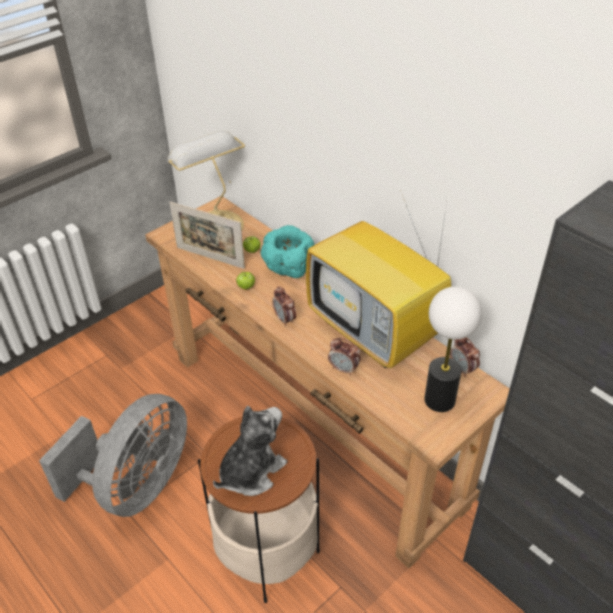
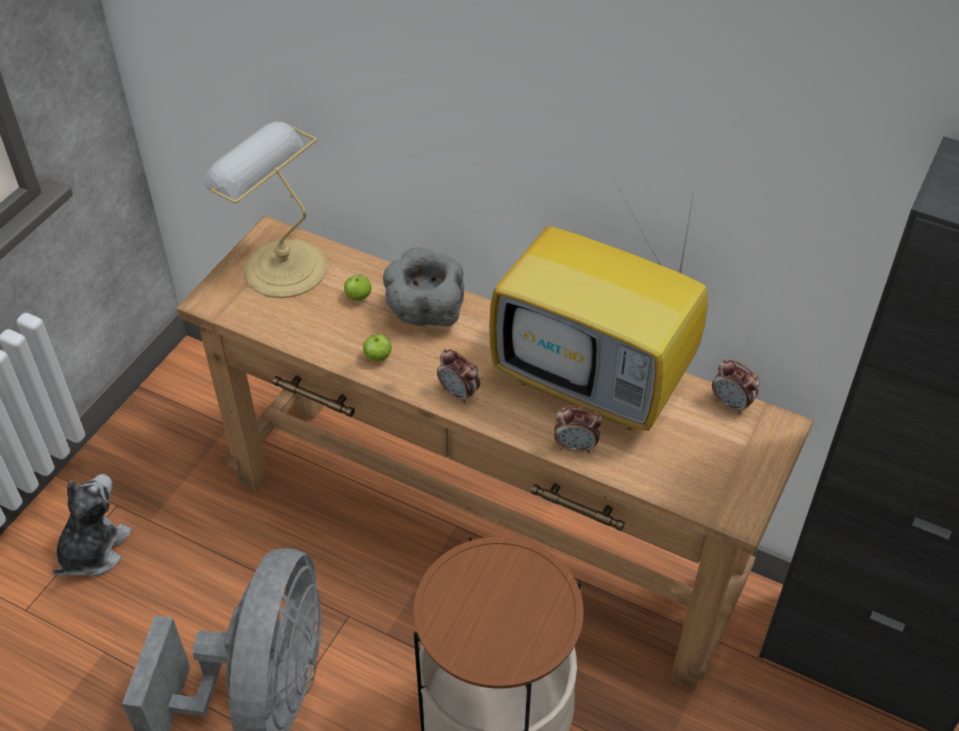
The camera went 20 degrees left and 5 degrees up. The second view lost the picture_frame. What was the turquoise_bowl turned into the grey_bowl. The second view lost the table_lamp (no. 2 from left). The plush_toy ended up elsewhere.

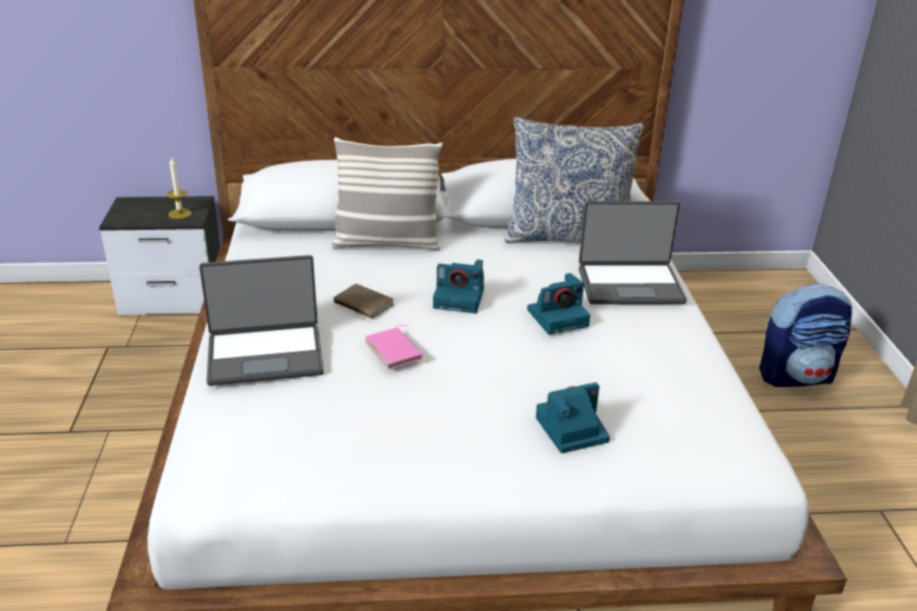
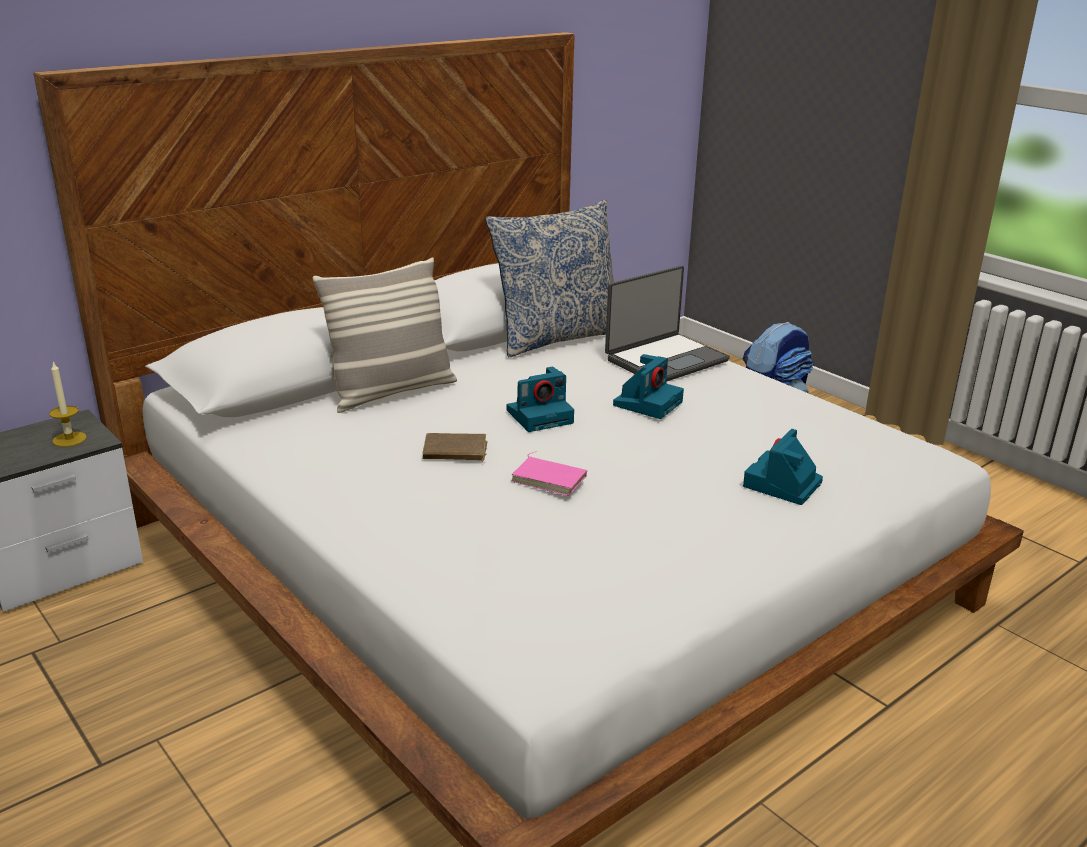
The camera went 35 degrees left and 5 degrees down. The second view lost the laptop (no. 1 from left).

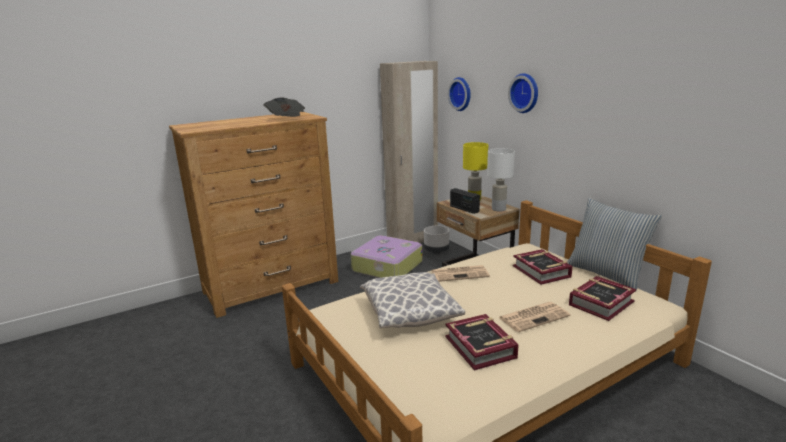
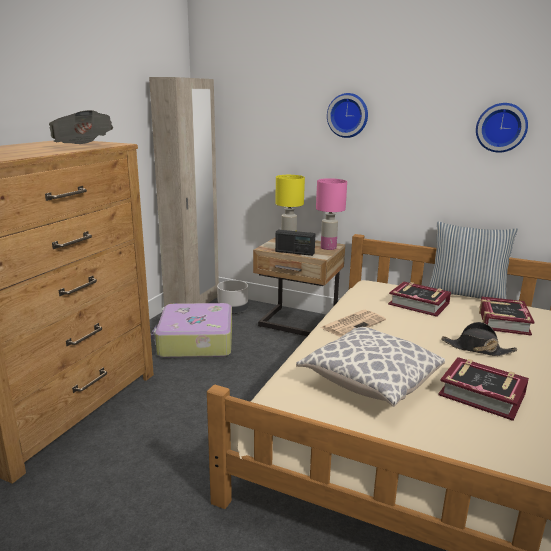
The camera went 35 degrees left and 0 degrees up. The wall_clock (no. 1 from left in the first image) ended up elsewhere. What was the white_table_lamp turned into the pink_table_lamp. Where the newspaper (no. 3 from left) stood, the black_hat came to stand.

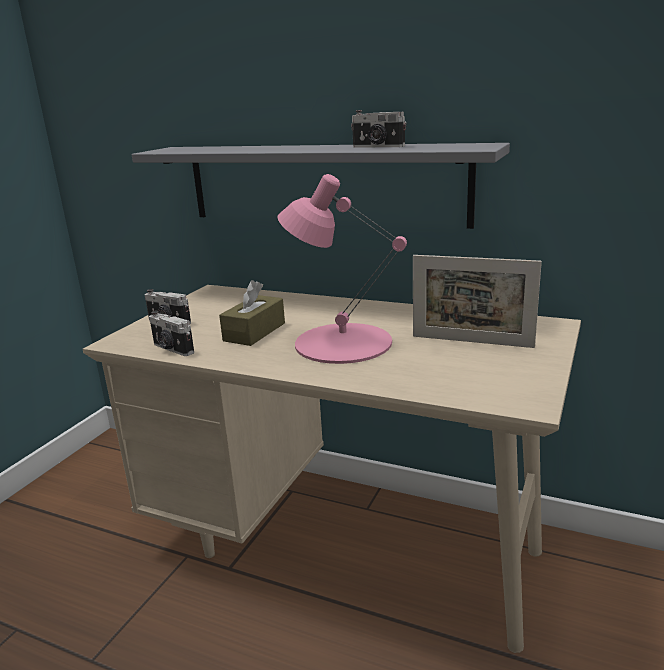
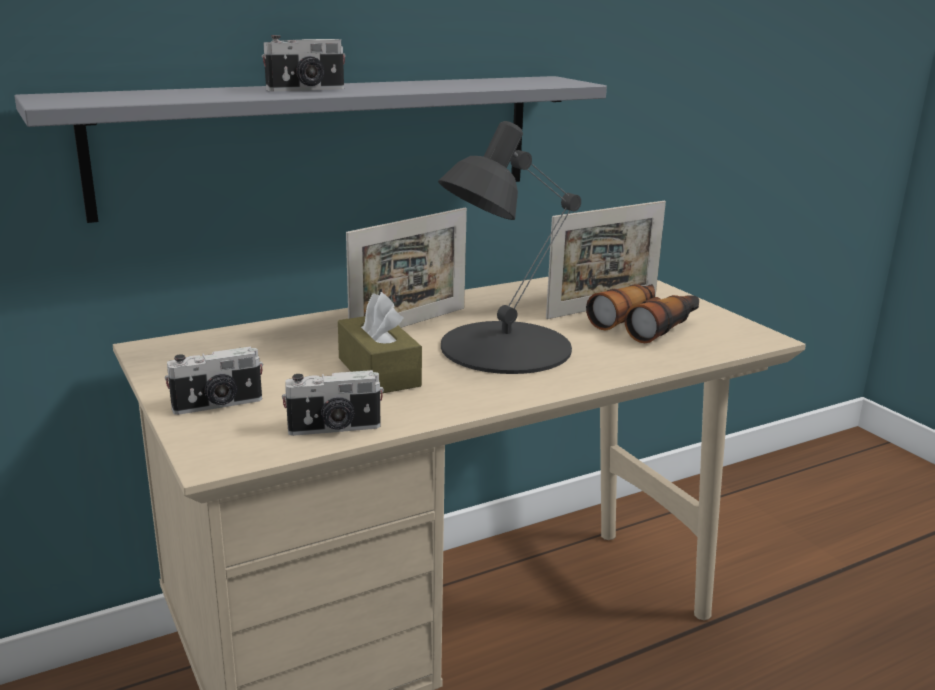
The camera went 55 degrees left and 0 degrees up. The photo_camera (no. 3 from left in the first image) ended up elsewhere. What was the pink_table_lamp turned into the black_table_lamp. The second view gained the picture_frame (no. 1 from left). The second view gained the binoculars.

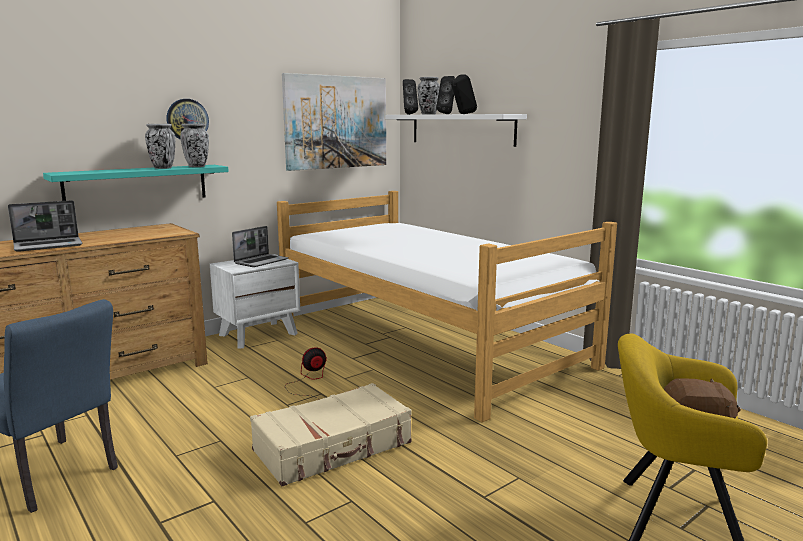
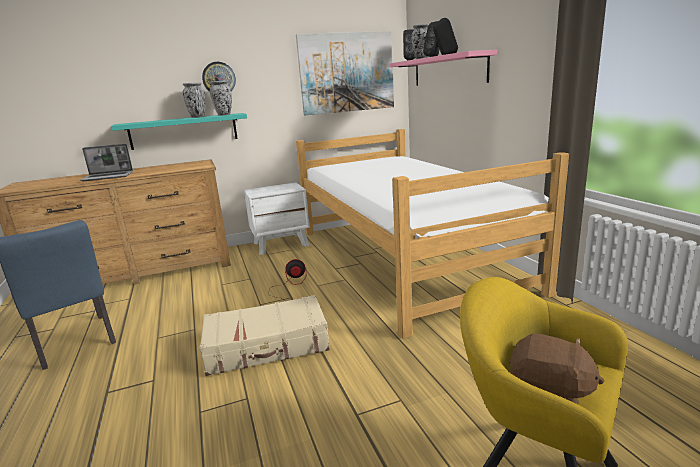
The camera went 20 degrees right and 5 degrees up. What was the white_shelf turned into the pink_shelf. The second view lost the laptop (no. 2 from left).

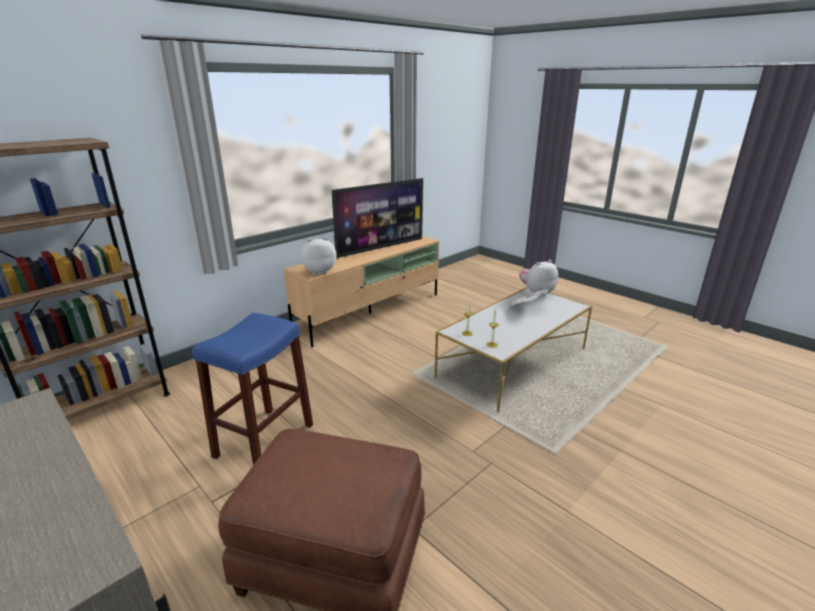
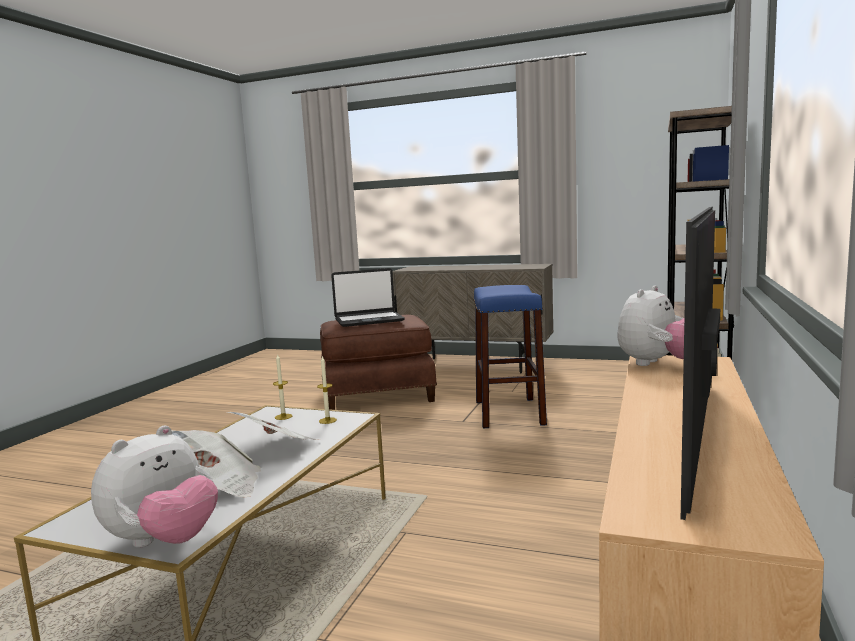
The camera went 155 degrees right and 15 degrees down. The second view gained the laptop. The second view gained the newspaper (no. 2 from left).

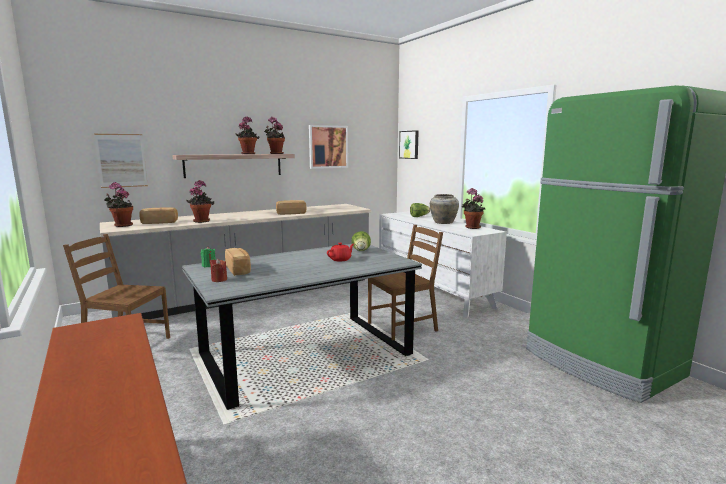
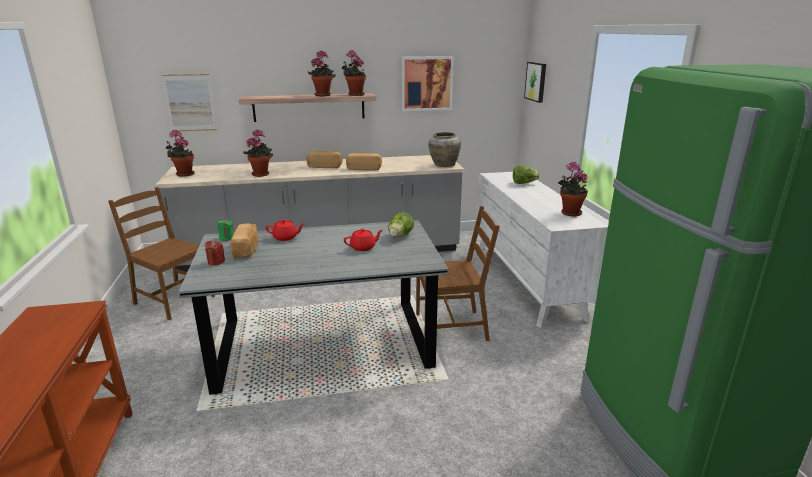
The camera went 20 degrees right and 10 degrees up. The beige_vase ended up elsewhere. The bread (no. 1 from left in the first image) ended up elsewhere. The second view gained the red_teapot (no. 1 from left).

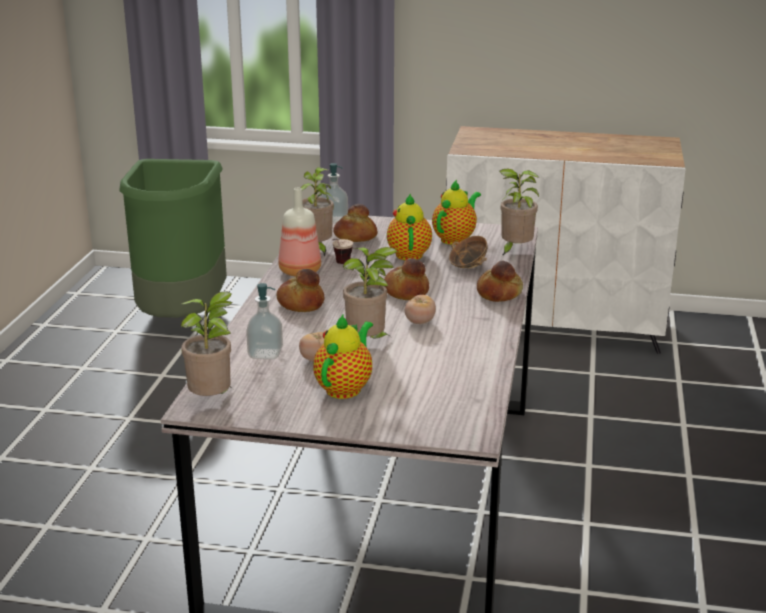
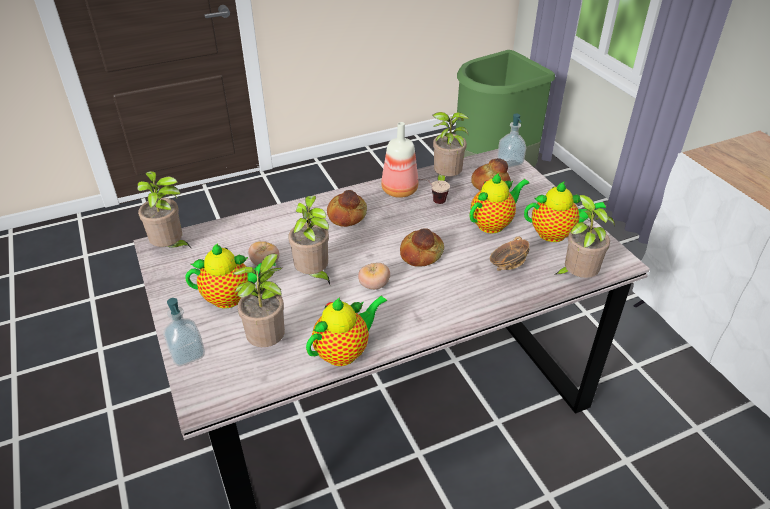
The camera went 55 degrees right and 15 degrees up. The second view lost the bread (no. 4 from left). The soap_dispenser (no. 1 from left) ended up elsewhere. The second view gained the potted_plant (no. 2 from left). The second view gained the teapot (no. 2 from left).

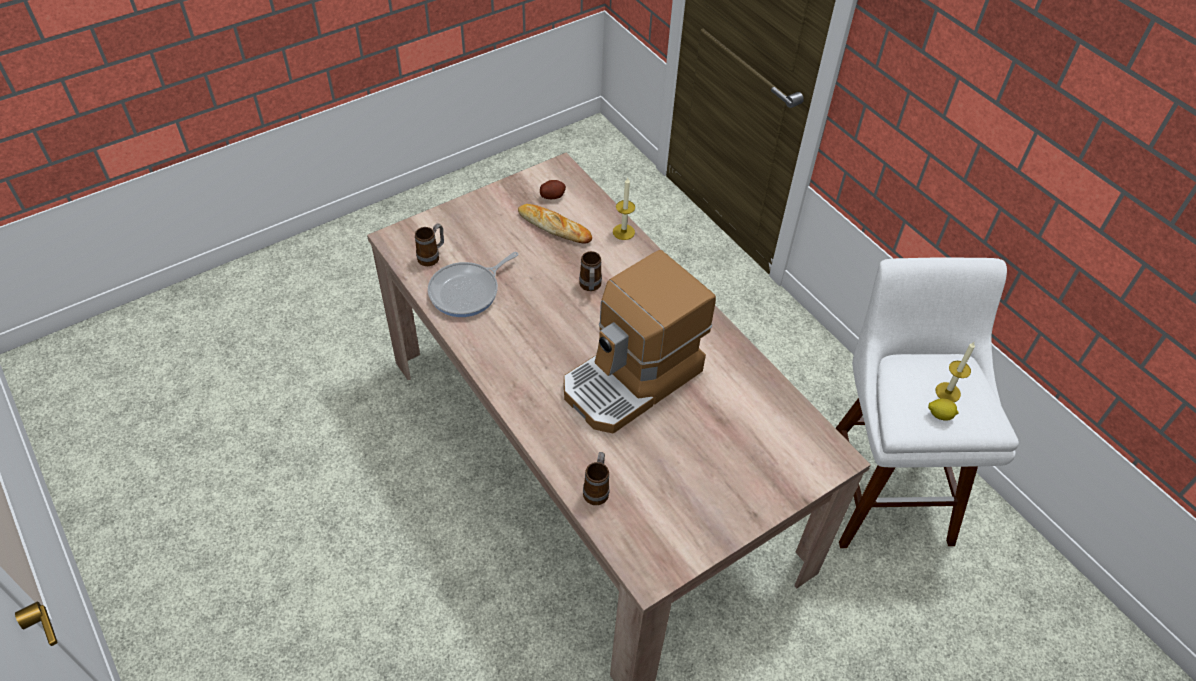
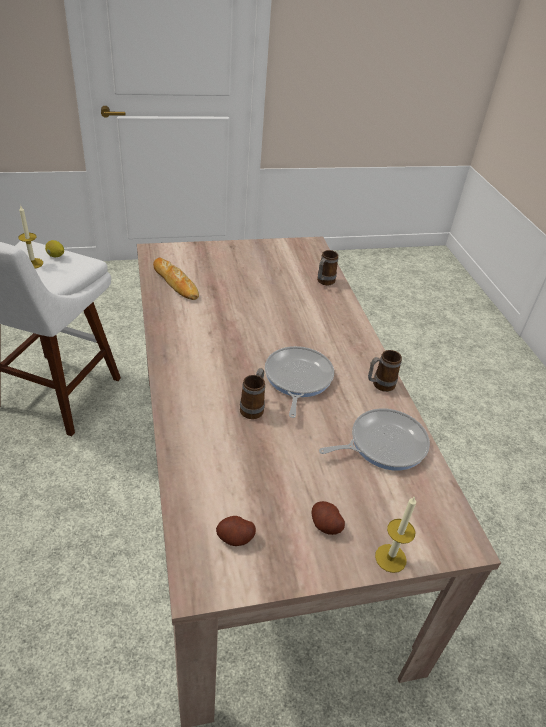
The camera went 160 degrees left and 10 degrees down. The candle (no. 1 from left in the first image) ended up elsewhere. The bread ended up elsewhere. The mug (no. 1 from left in the first image) ended up elsewhere. The second view lost the coffee_machine. The second view gained the frying_pan (no. 1 from left). The second view gained the potato (no. 2 from left).

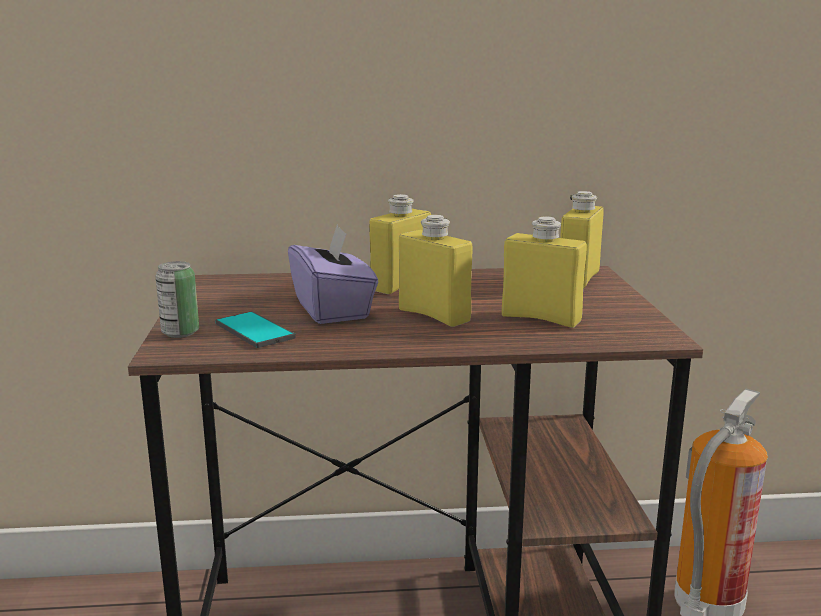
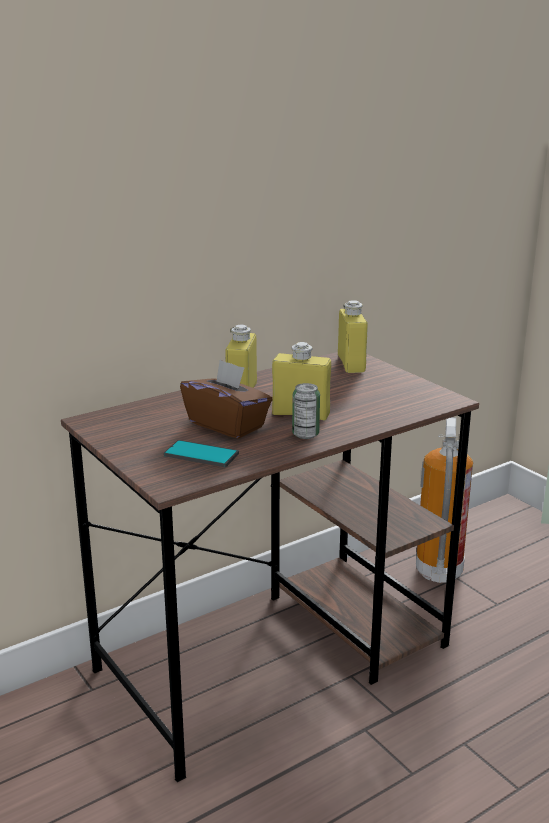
The camera went 30 degrees left and 5 degrees up. The second view lost the yellow_bottle (no. 3 from left). What was the purple_tissue_box turned into the brown_tissue_box. The can ended up elsewhere.

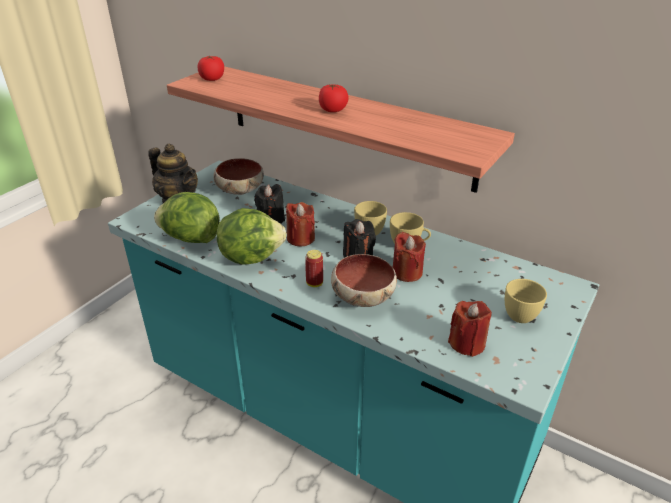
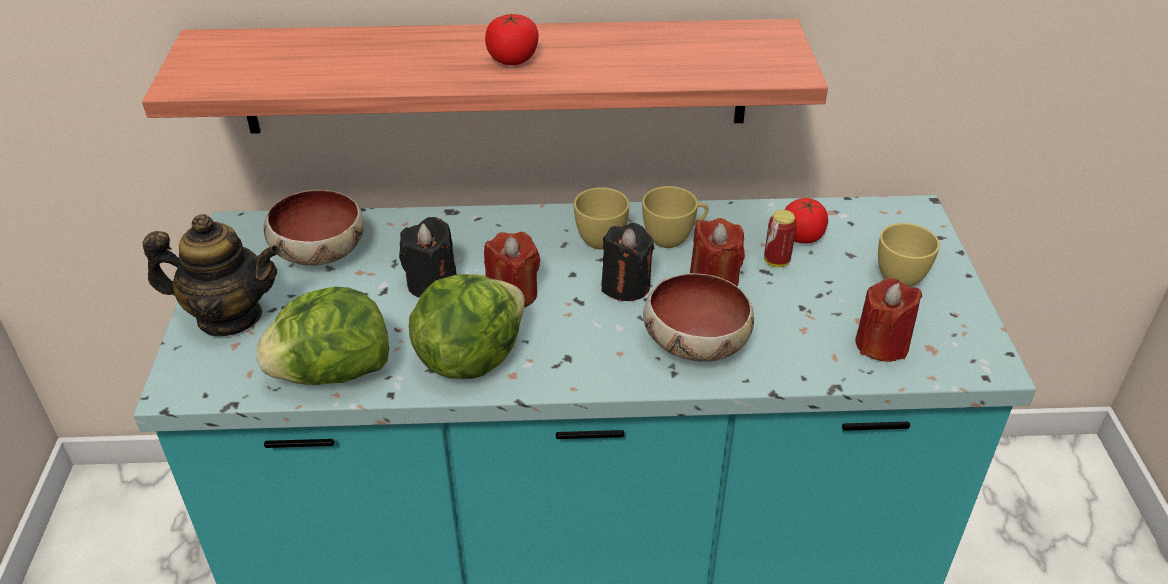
The camera went 35 degrees left and 5 degrees up. The tomato (no. 1 from left in the first image) ended up elsewhere. The can ended up elsewhere.

